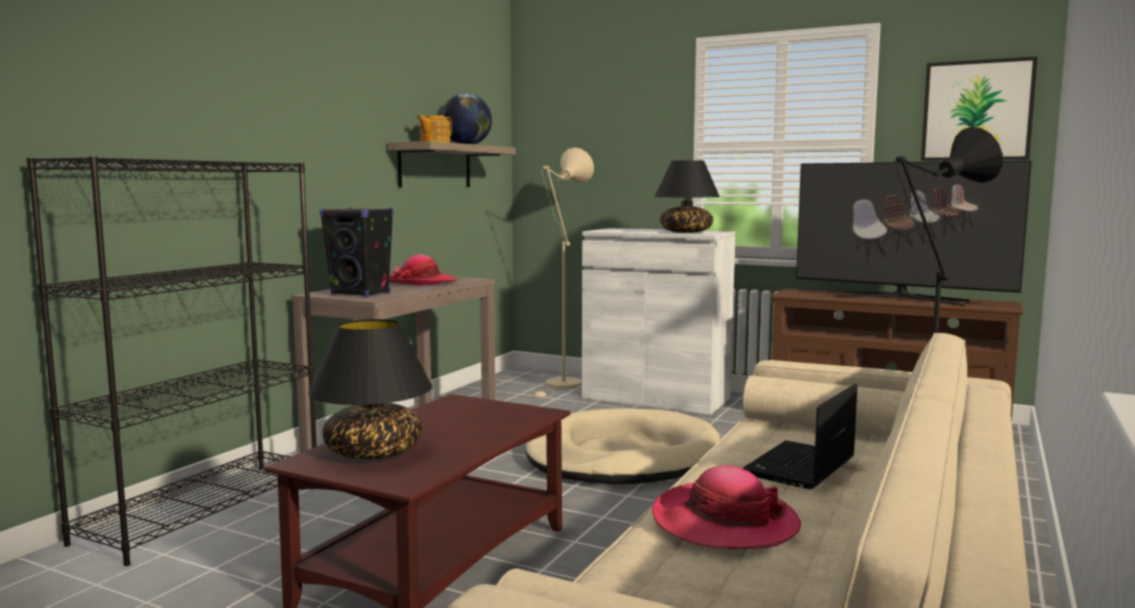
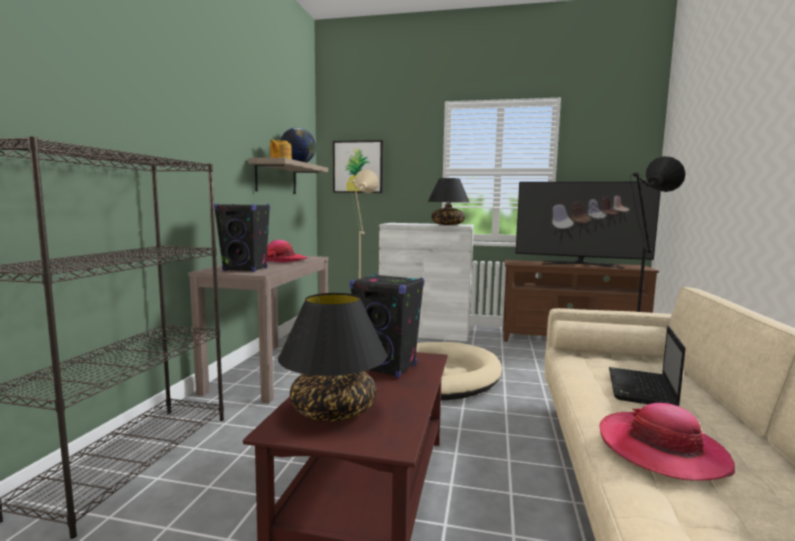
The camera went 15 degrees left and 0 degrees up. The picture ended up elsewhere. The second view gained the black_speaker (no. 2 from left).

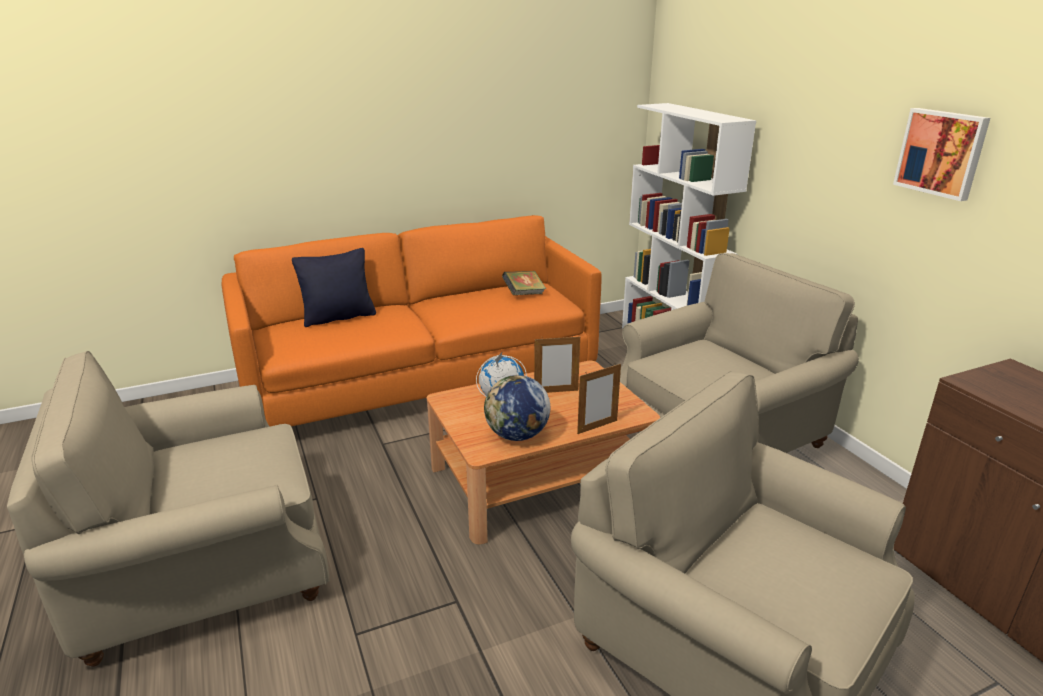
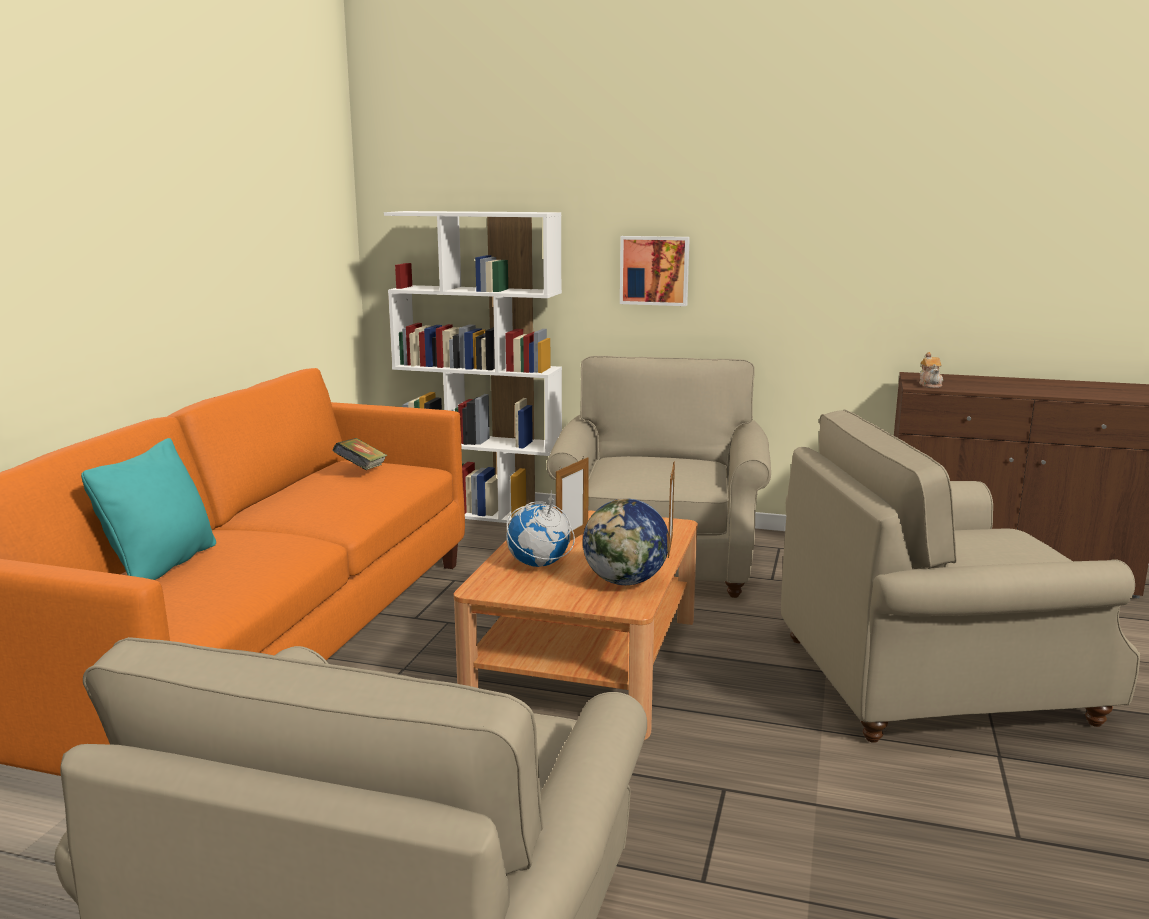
The camera went 50 degrees left and 10 degrees down. The picture ended up elsewhere. What was the black_pillow turned into the turquoise_pillow. The second view gained the teapot.

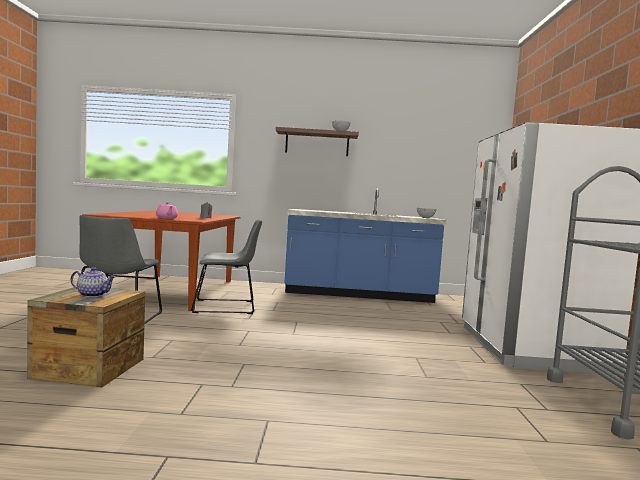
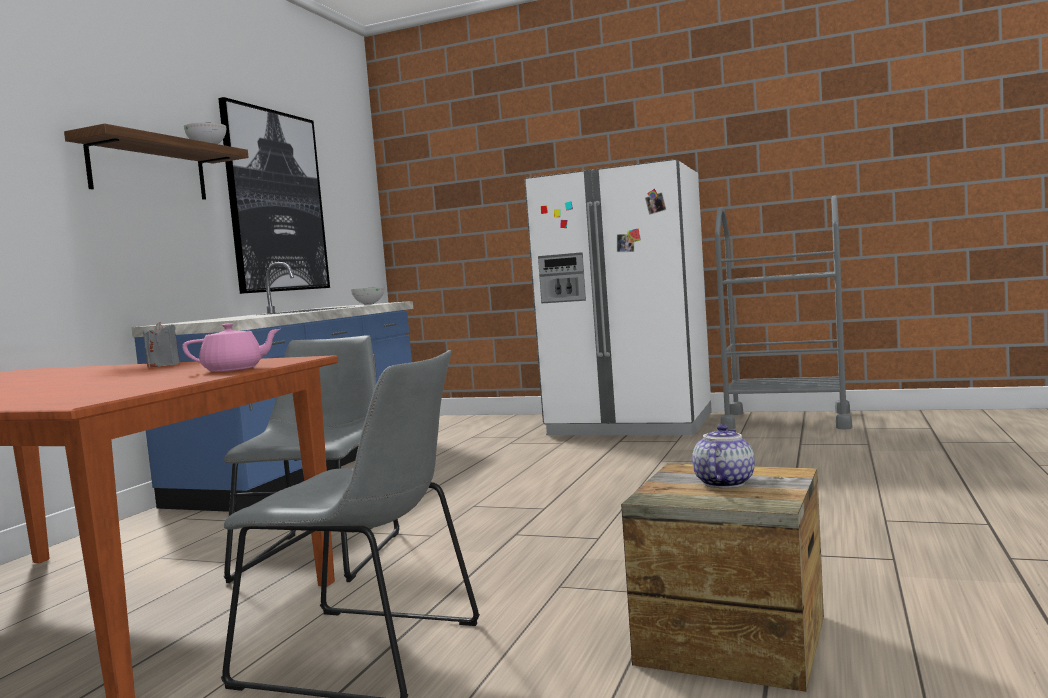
The camera went 70 degrees left and 0 degrees up. The second view gained the picture.

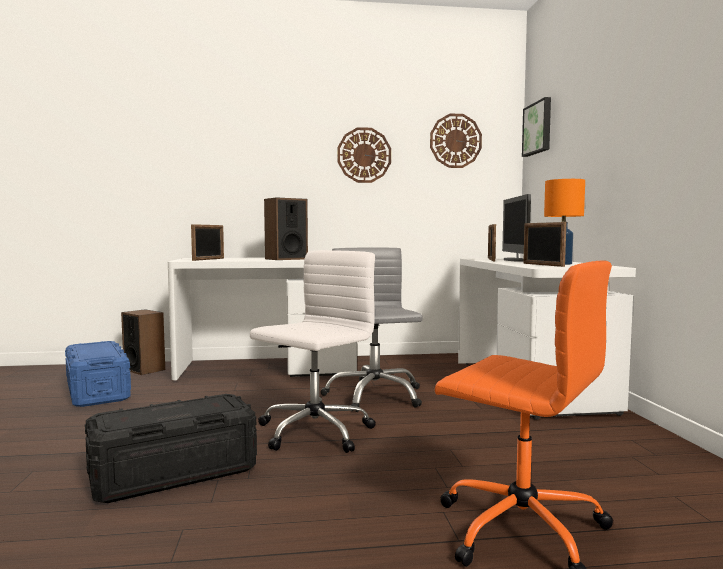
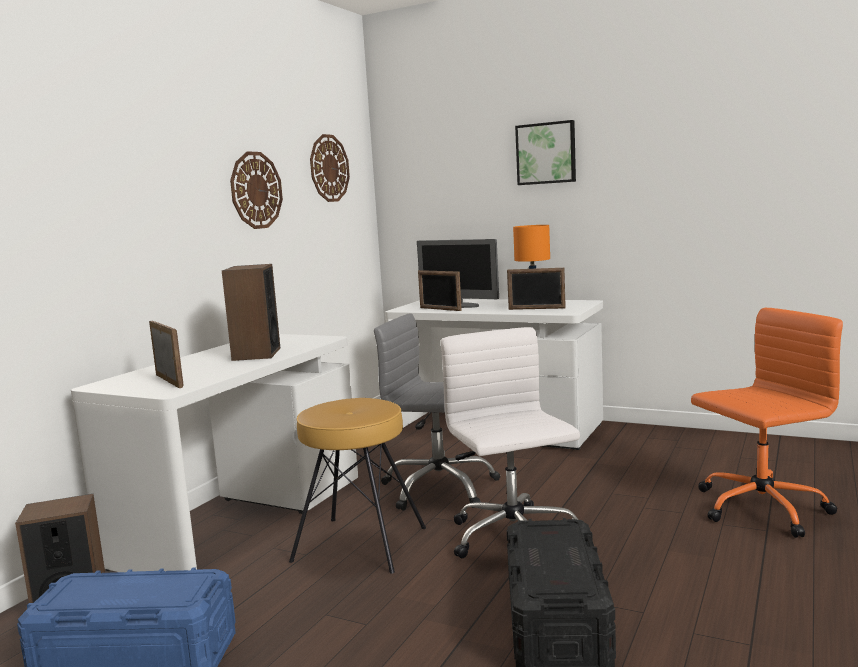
The camera went 55 degrees left and 5 degrees up. The picture ended up elsewhere. The second view gained the brown_stool.

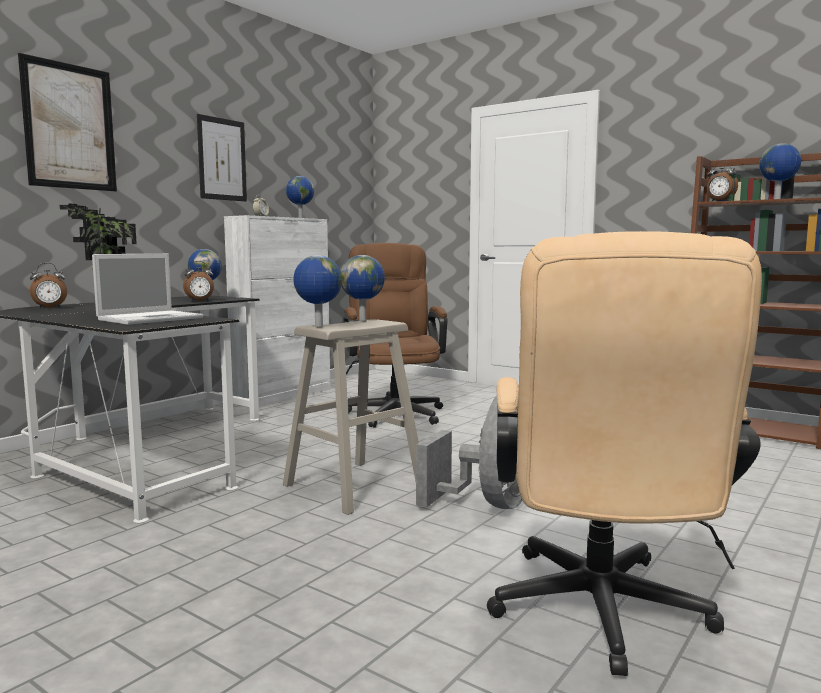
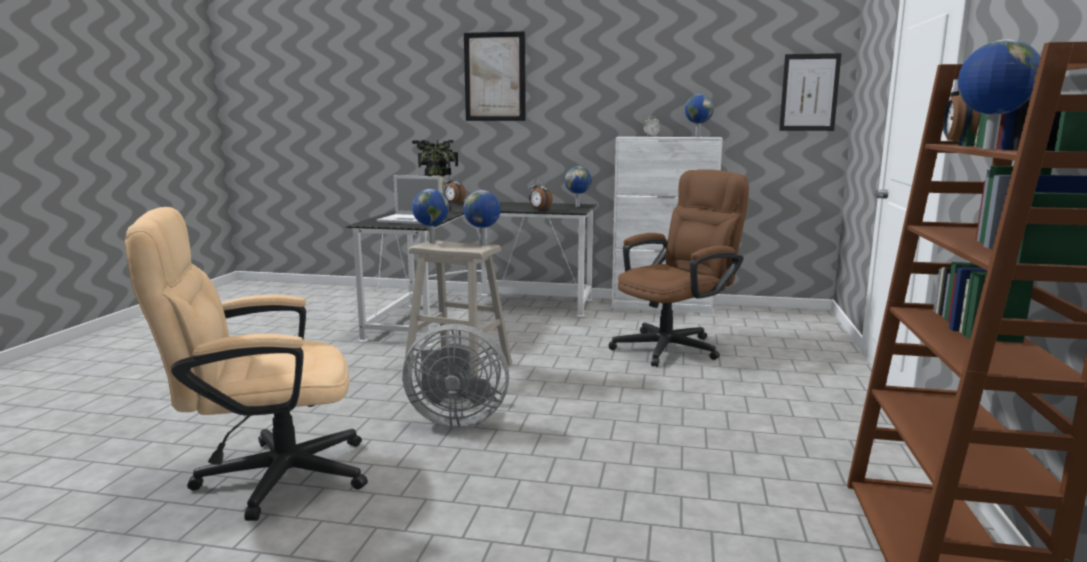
The camera went 65 degrees right and 5 degrees up. The picture (no. 2 from left) ended up elsewhere.

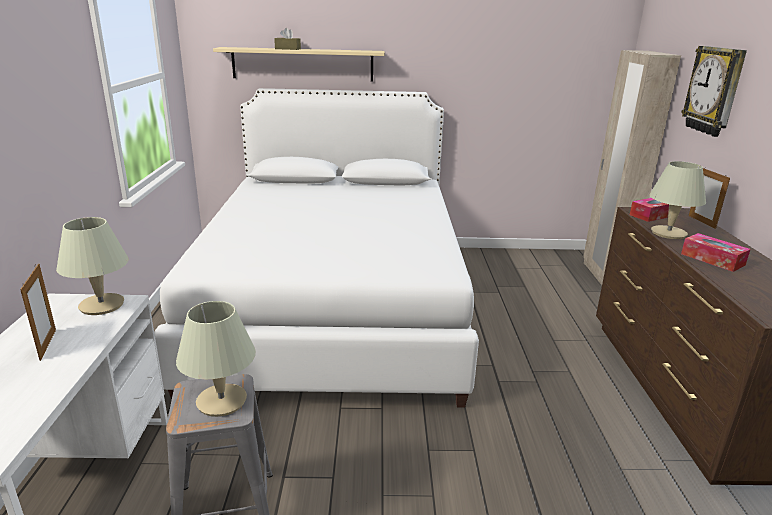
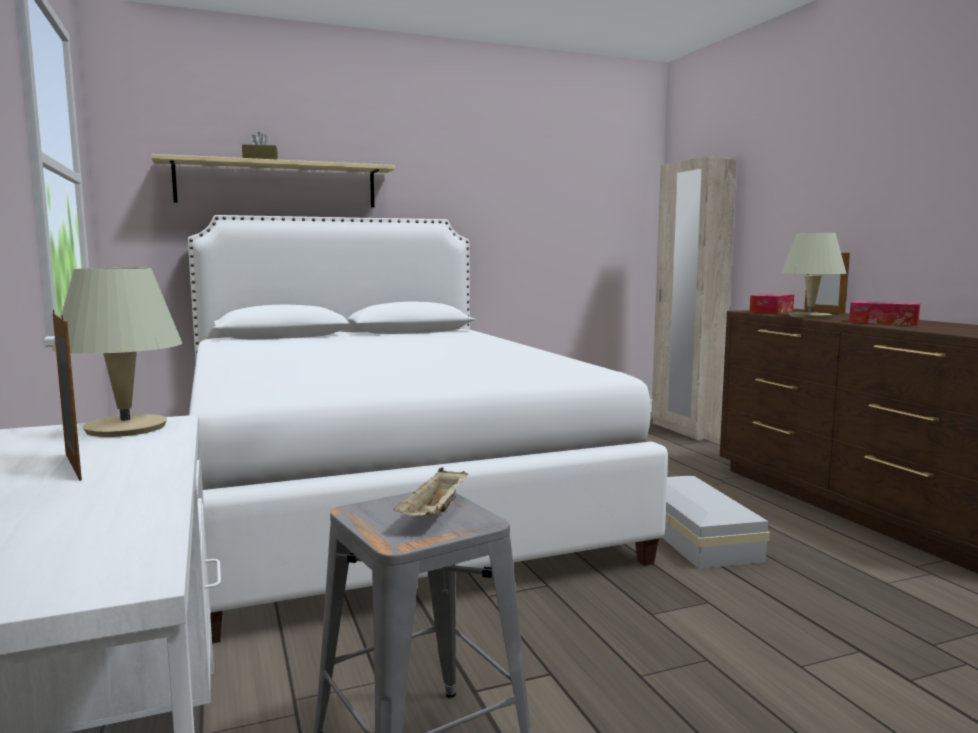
The camera went 20 degrees left and 15 degrees down. The second view lost the wall_clock. Where the beige_table_lamp (no. 2 from left) stood, the beige_tray came to stand. The second view gained the white_storage_box.

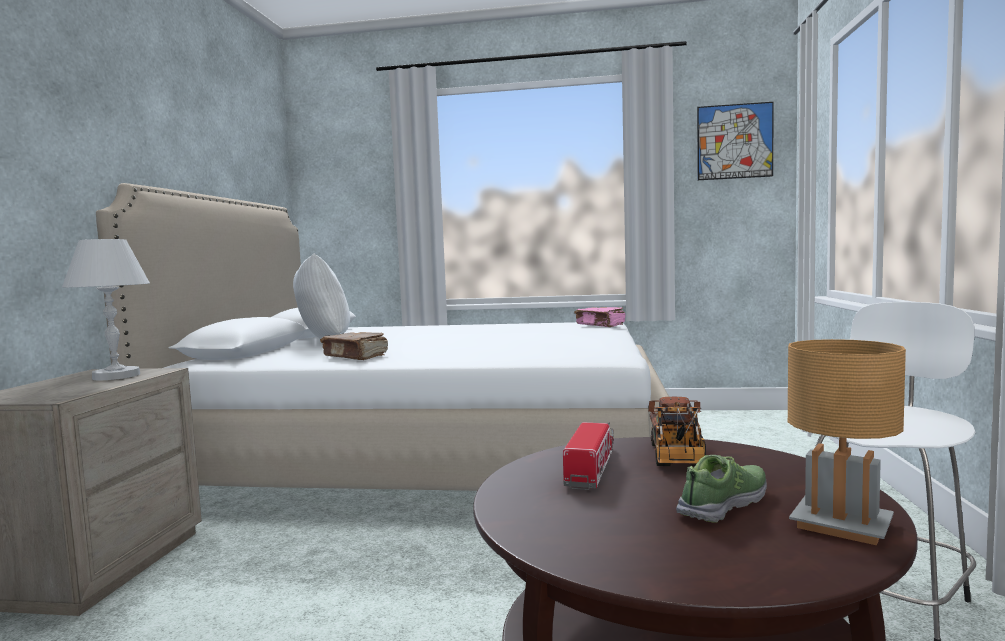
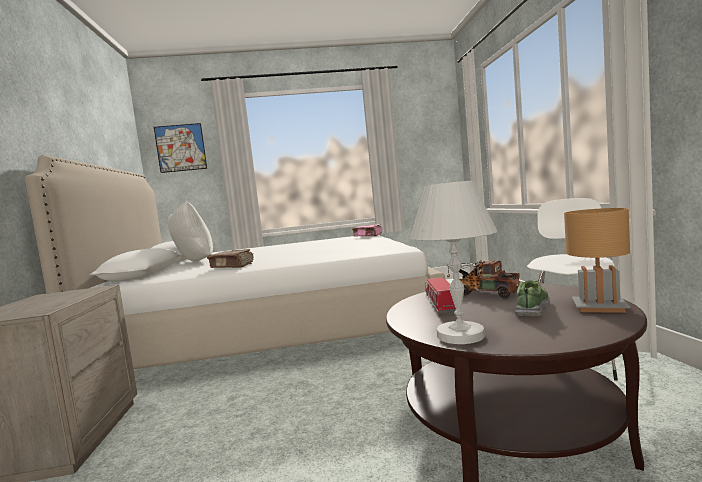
The camera went 15 degrees left and 0 degrees up. The picture ended up elsewhere. The white_table_lamp ended up elsewhere. The toy_truck (no. 2 from left) ended up facing another way, 135 degrees clockwise from before.

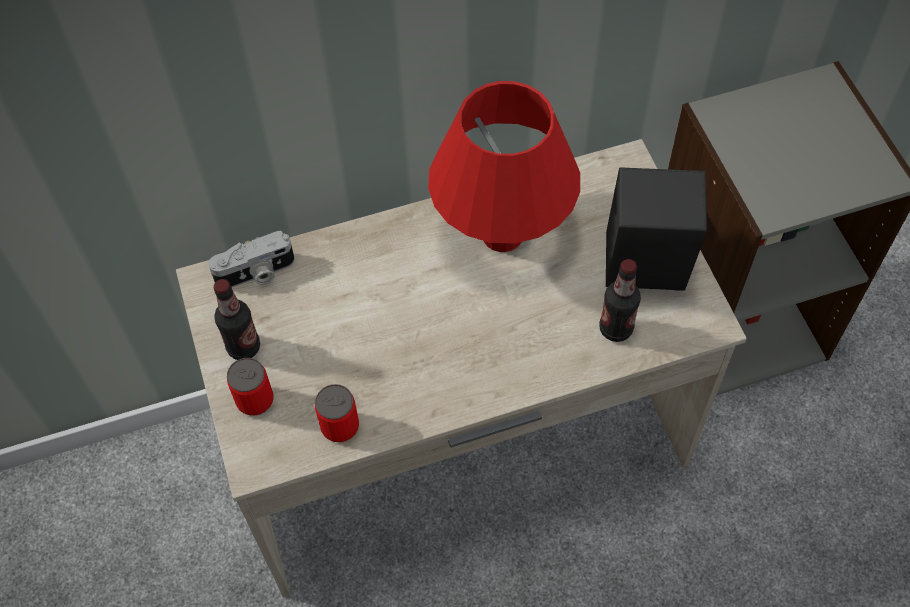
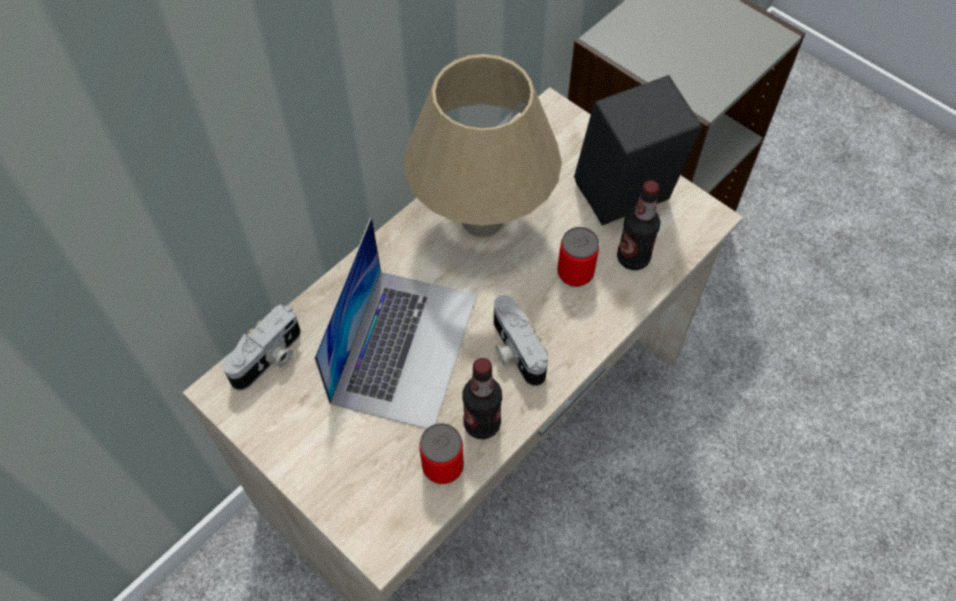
The camera went 30 degrees left and 0 degrees up. What was the red_table_lamp turned into the beige_table_lamp. The bottle (no. 1 from left) ended up elsewhere. The can (no. 1 from left in the first image) ended up elsewhere. The second view gained the laptop. The second view gained the photo_camera (no. 2 from left).

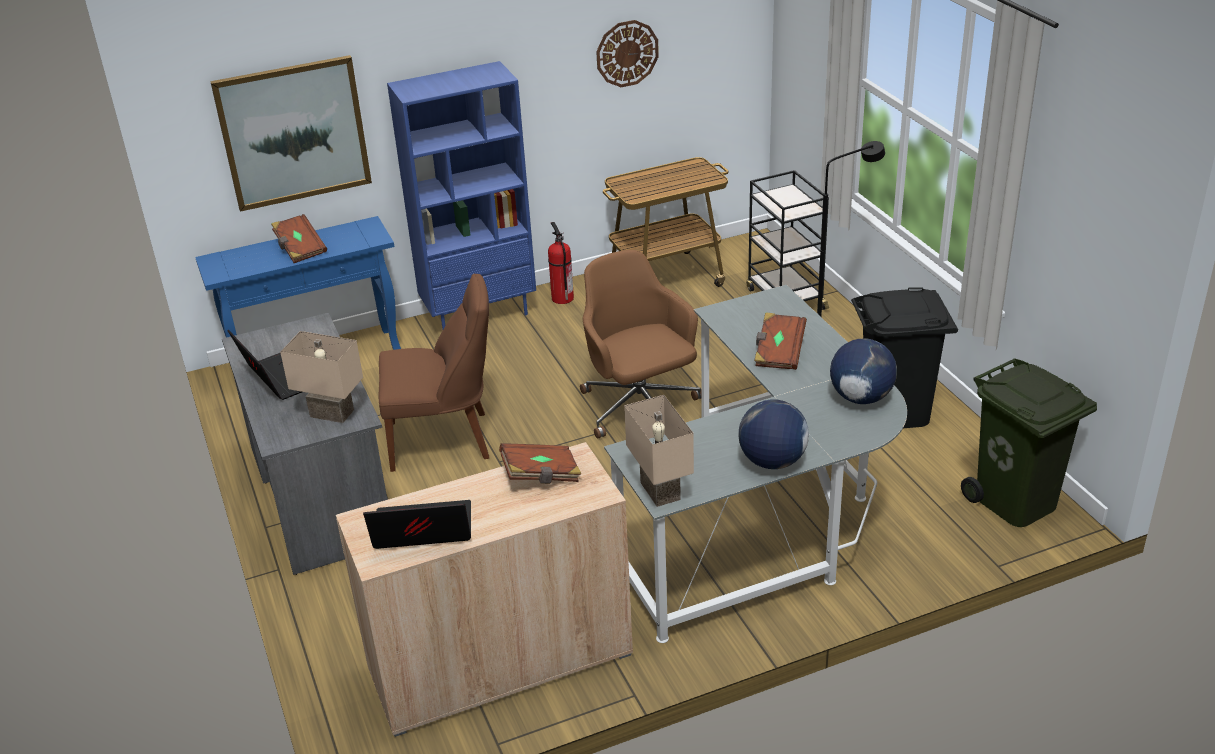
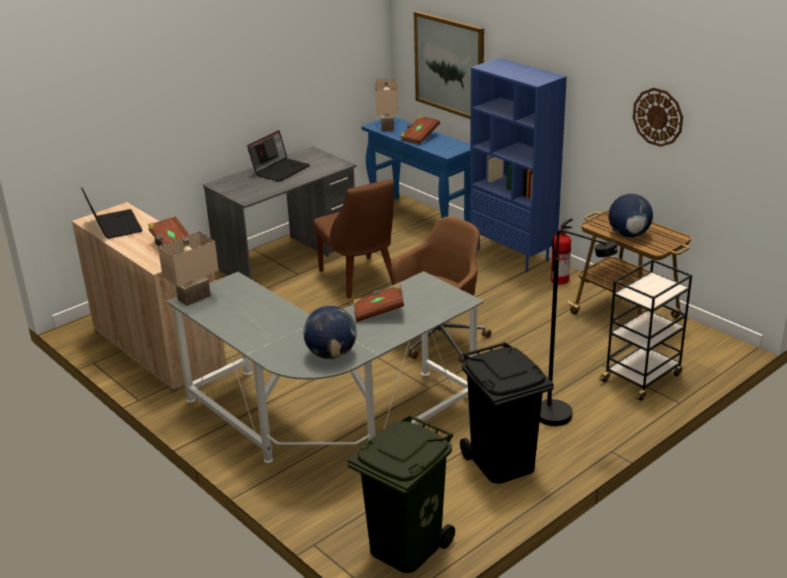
The camera went 70 degrees right and 5 degrees down. The beige_table_lamp (no. 1 from left in the first image) ended up elsewhere. The globe (no. 1 from left in the first image) ended up elsewhere.

